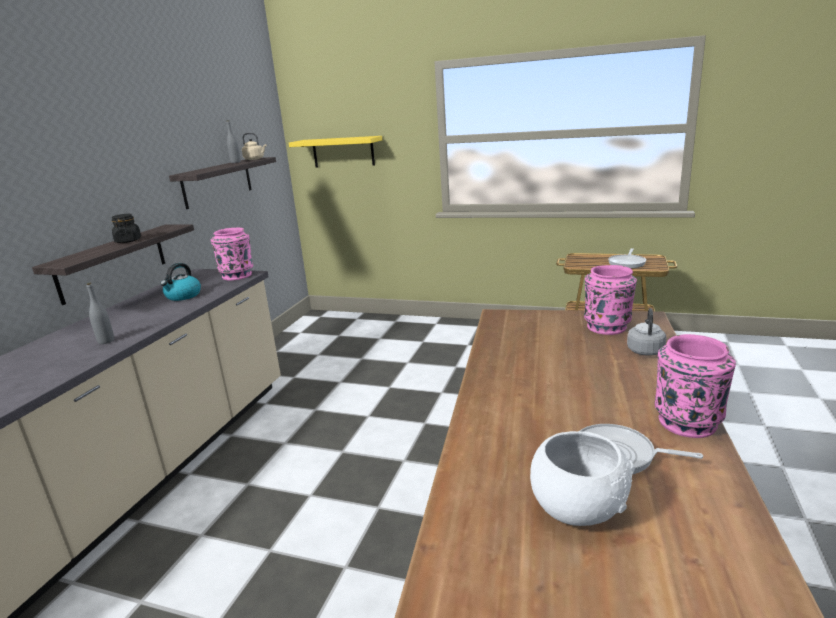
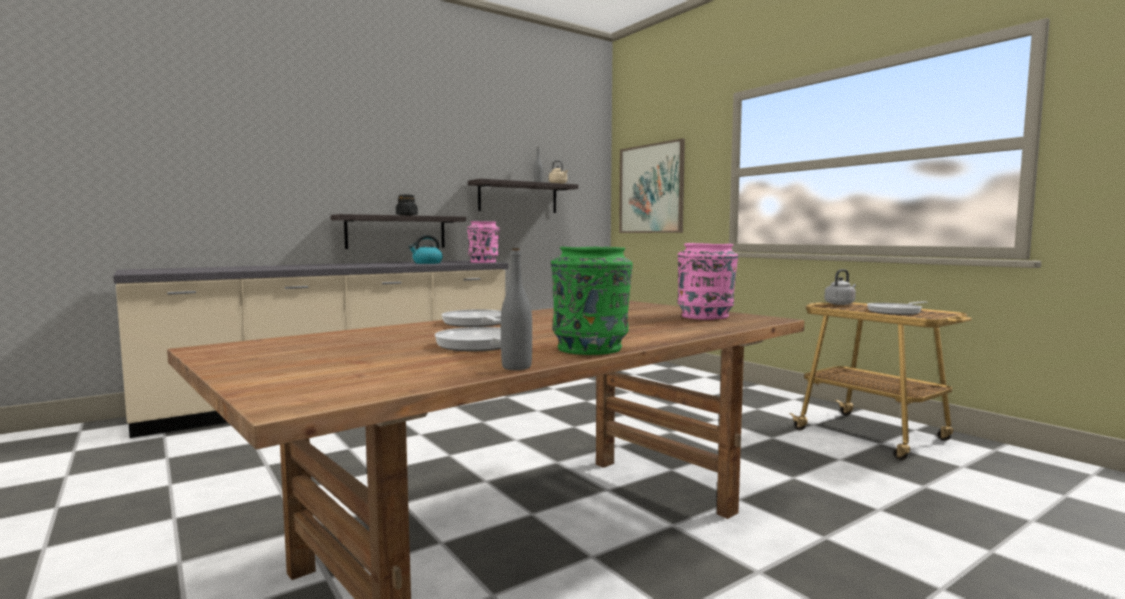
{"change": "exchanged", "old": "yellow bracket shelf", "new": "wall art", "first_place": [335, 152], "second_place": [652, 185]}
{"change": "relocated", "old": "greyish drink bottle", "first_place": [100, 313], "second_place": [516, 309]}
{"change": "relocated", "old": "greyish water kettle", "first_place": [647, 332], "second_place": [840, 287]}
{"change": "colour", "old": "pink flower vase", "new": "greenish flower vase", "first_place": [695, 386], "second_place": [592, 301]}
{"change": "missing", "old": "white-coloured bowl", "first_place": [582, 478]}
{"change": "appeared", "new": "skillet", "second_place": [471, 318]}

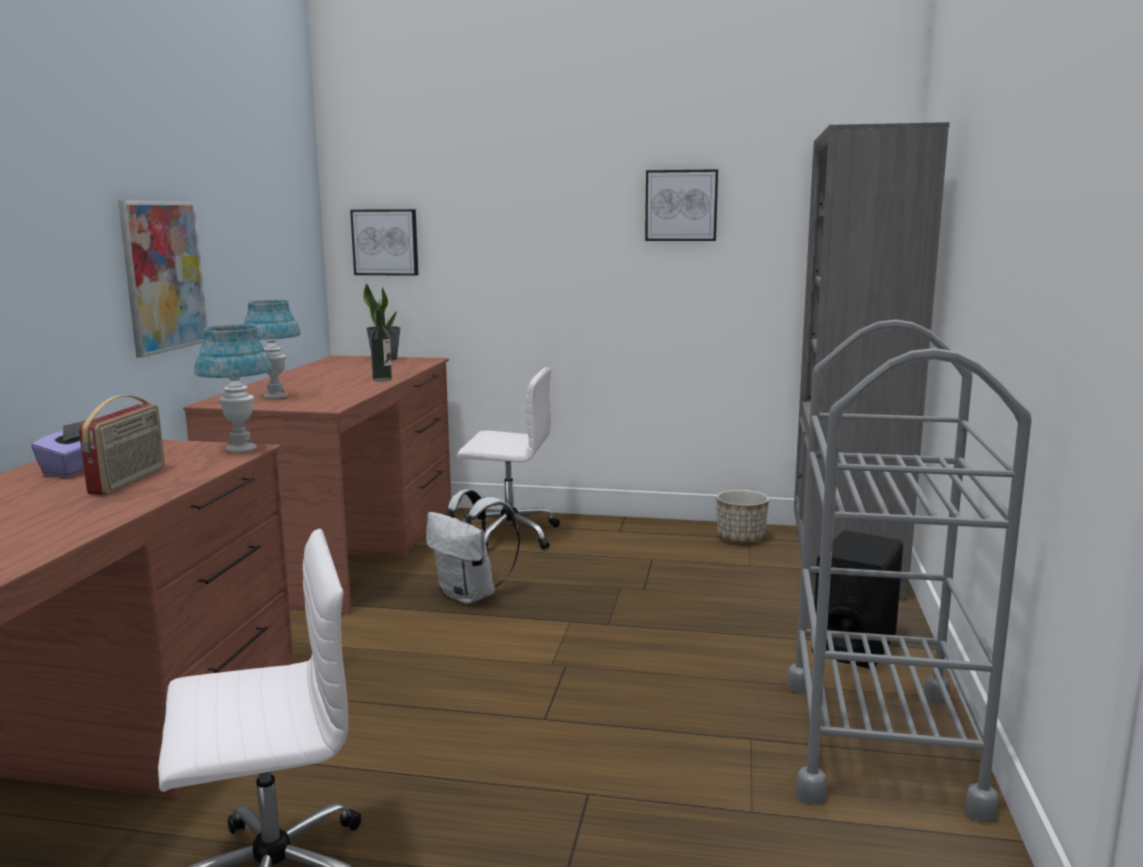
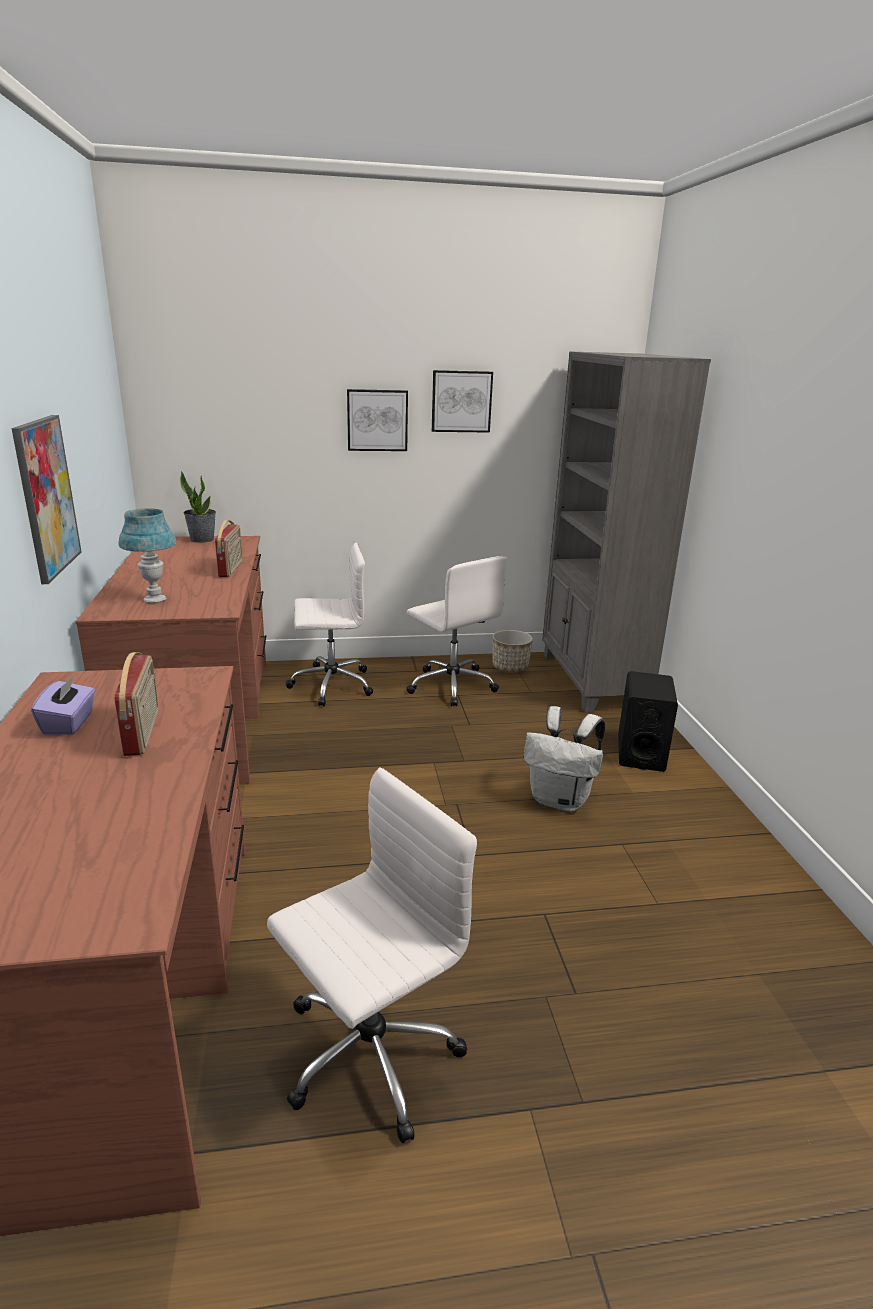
{"change": "relocated", "old": "wall art", "first_place": [384, 242], "second_place": [377, 420]}
{"change": "exchanged", "old": "drink bottle", "new": "radio set", "first_place": [381, 345], "second_place": [228, 548]}
{"change": "missing", "old": "greyish cart", "first_place": [909, 571]}
{"change": "missing", "old": "blue-coloured table lamp", "first_place": [233, 388]}
{"change": "relocated", "old": "white-coloured backpack", "first_place": [473, 546], "second_place": [564, 759]}
{"change": "appeared", "new": "white-coloured desk chair", "second_place": [456, 631]}

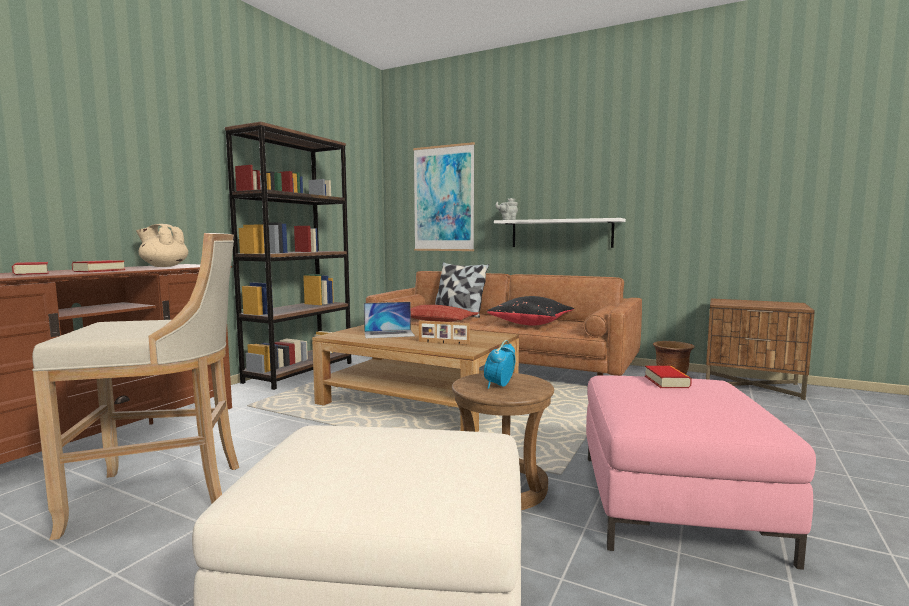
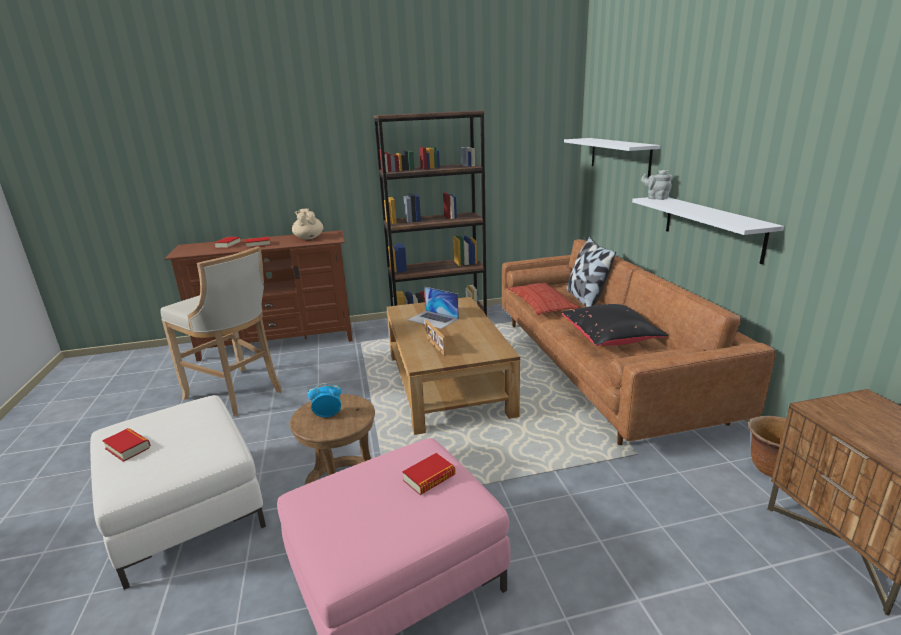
{"change": "exchanged", "old": "wall art", "new": "white-coloured bracket shelf", "first_place": [444, 196], "second_place": [612, 157]}
{"change": "appeared", "new": "bound book", "second_place": [126, 445]}

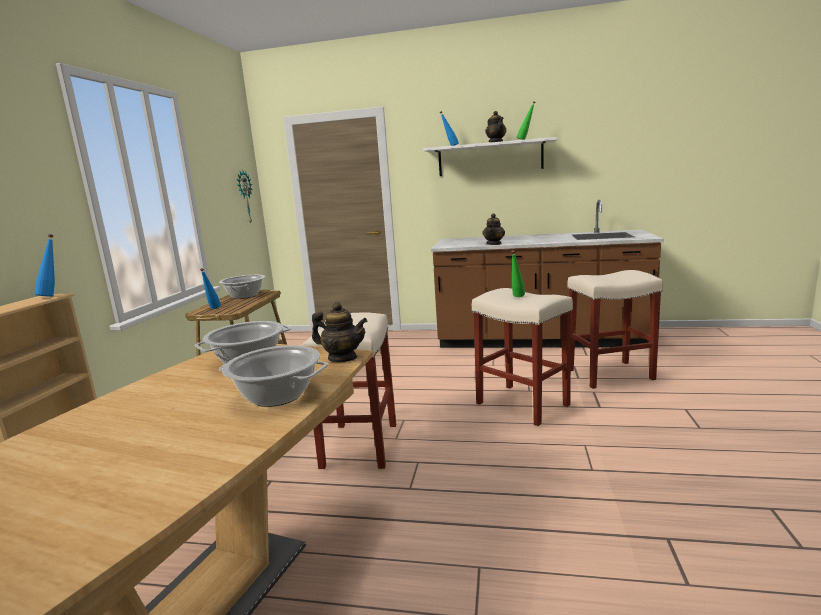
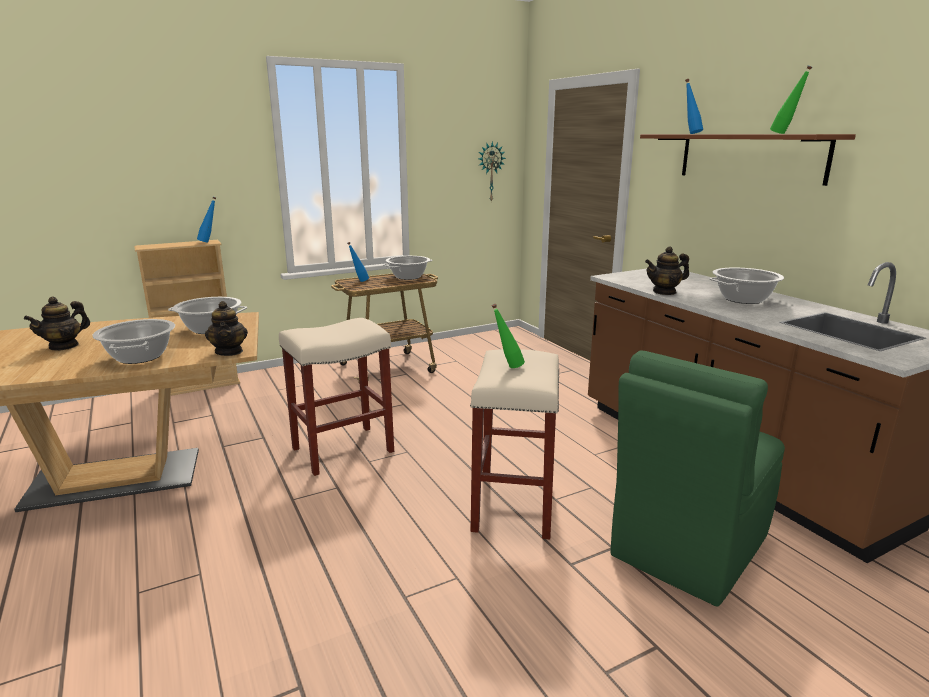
{"change": "relocated", "old": "teapot", "first_place": [495, 126], "second_place": [57, 324]}
{"change": "colour", "old": "white-coloured bracket shelf", "new": "brownish bracket shelf", "first_place": [490, 156], "second_place": [748, 160]}
{"change": "exchanged", "old": "sand-coloured stool", "new": "greenish chair", "first_place": [615, 329], "second_place": [697, 478]}
{"change": "appeared", "new": "cooking pot", "second_place": [746, 286]}

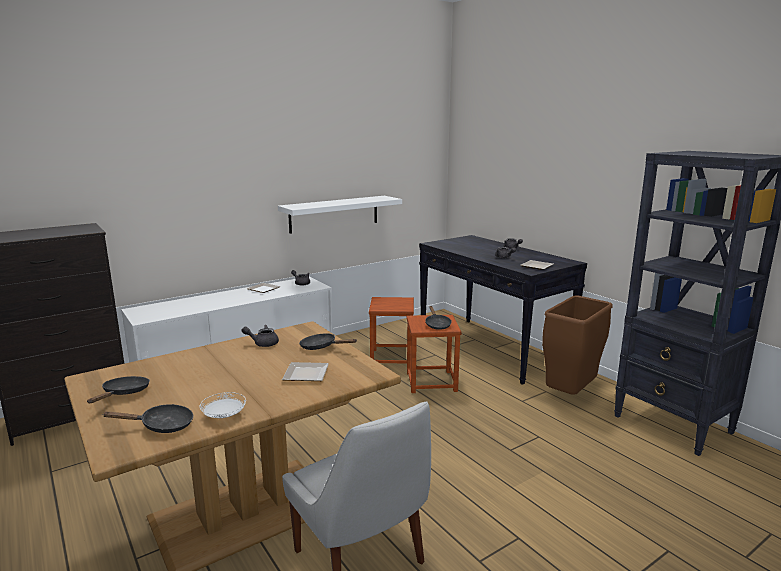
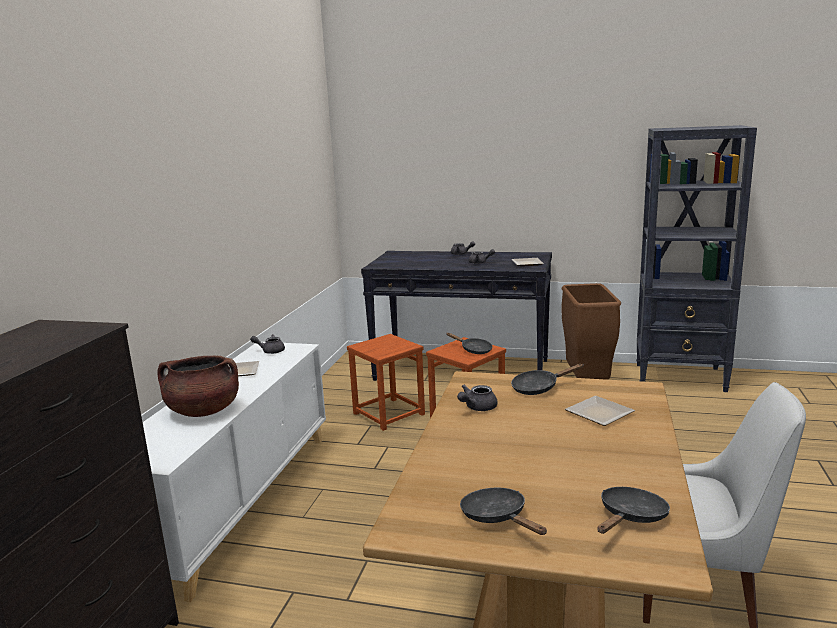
{"change": "missing", "old": "white-coloured bracket shelf", "first_place": [340, 215]}
{"change": "missing", "old": "white-coloured dinner plate", "first_place": [222, 405]}
{"change": "appeared", "new": "brownish cooking pot", "second_place": [198, 386]}

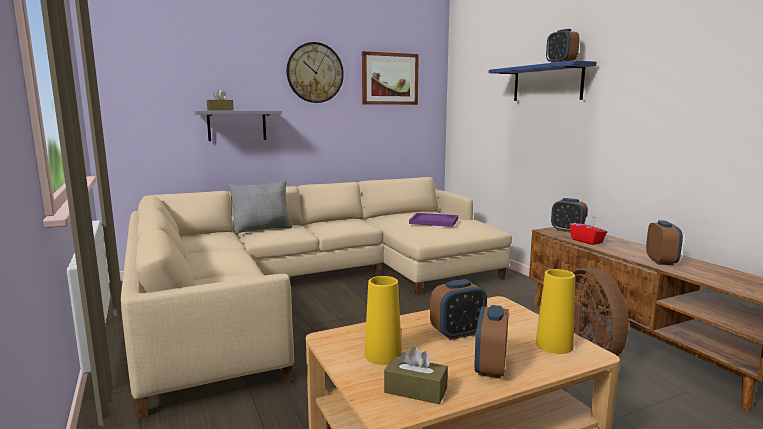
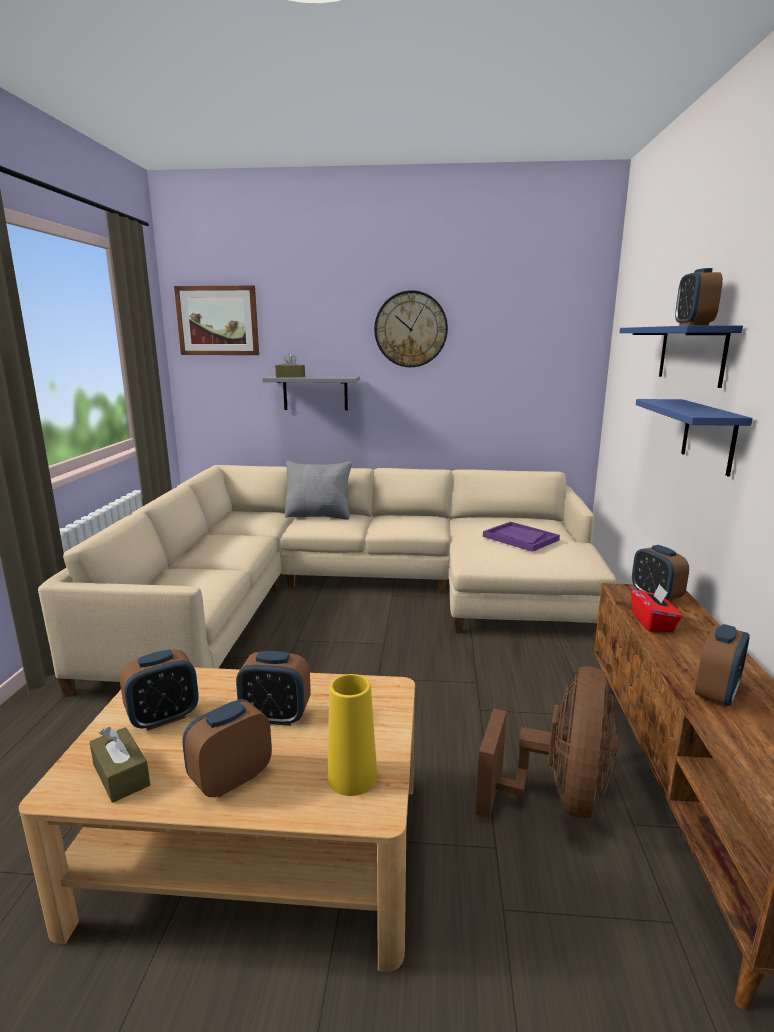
{"change": "relocated", "old": "wall art", "first_place": [390, 78], "second_place": [216, 320]}
{"change": "exchanged", "old": "yellow flower vase", "new": "table clock", "first_place": [383, 320], "second_place": [159, 690]}
{"change": "appeared", "new": "blue-coloured bracket shelf", "second_place": [694, 437]}

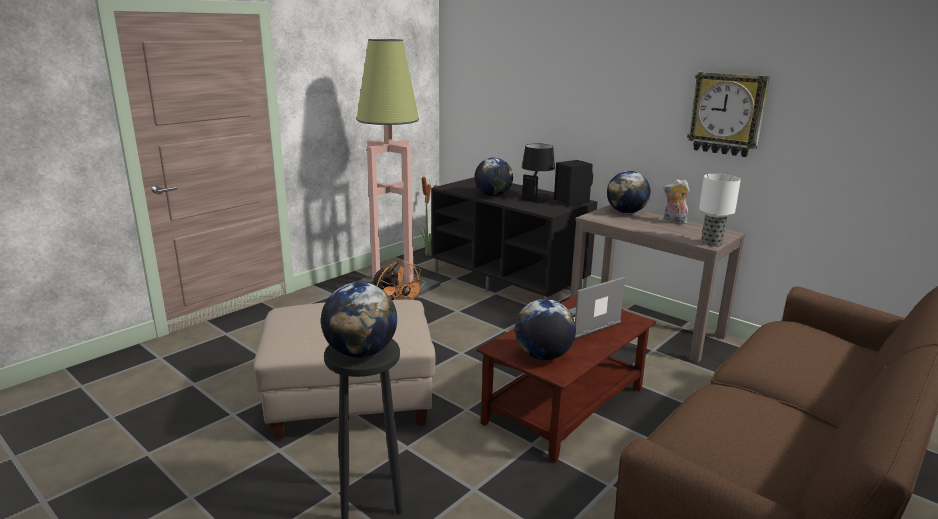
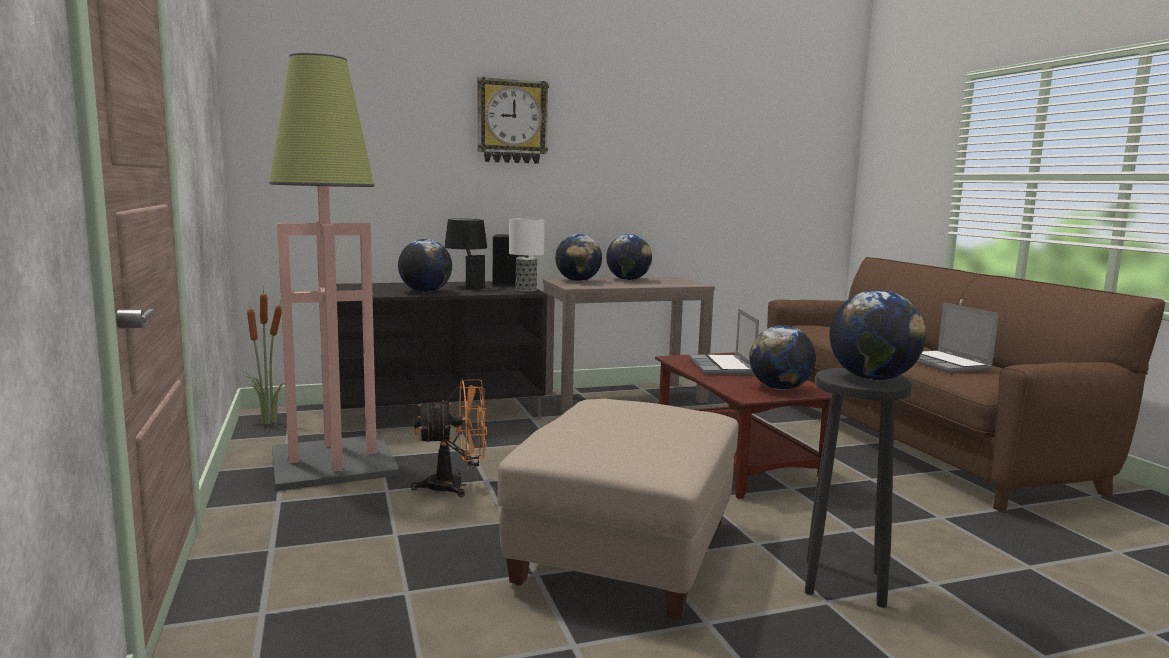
{"change": "relocated", "old": "hanging clock", "first_place": [728, 114], "second_place": [513, 120]}
{"change": "relocated", "old": "table lamp", "first_place": [720, 210], "second_place": [527, 255]}
{"change": "exchanged", "old": "plush toy", "new": "globe", "first_place": [676, 201], "second_place": [629, 257]}
{"change": "appeared", "new": "laptop", "second_place": [957, 337]}

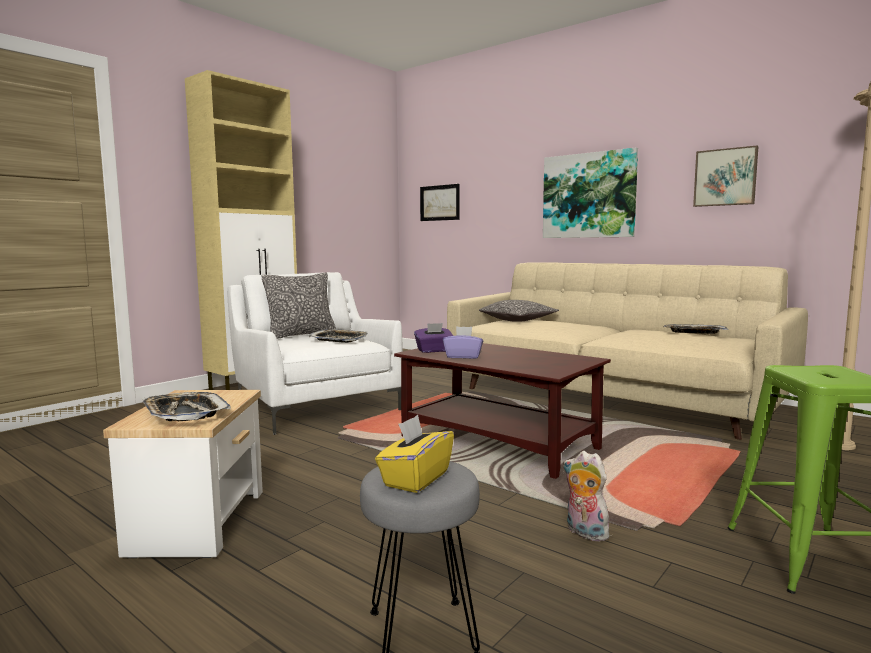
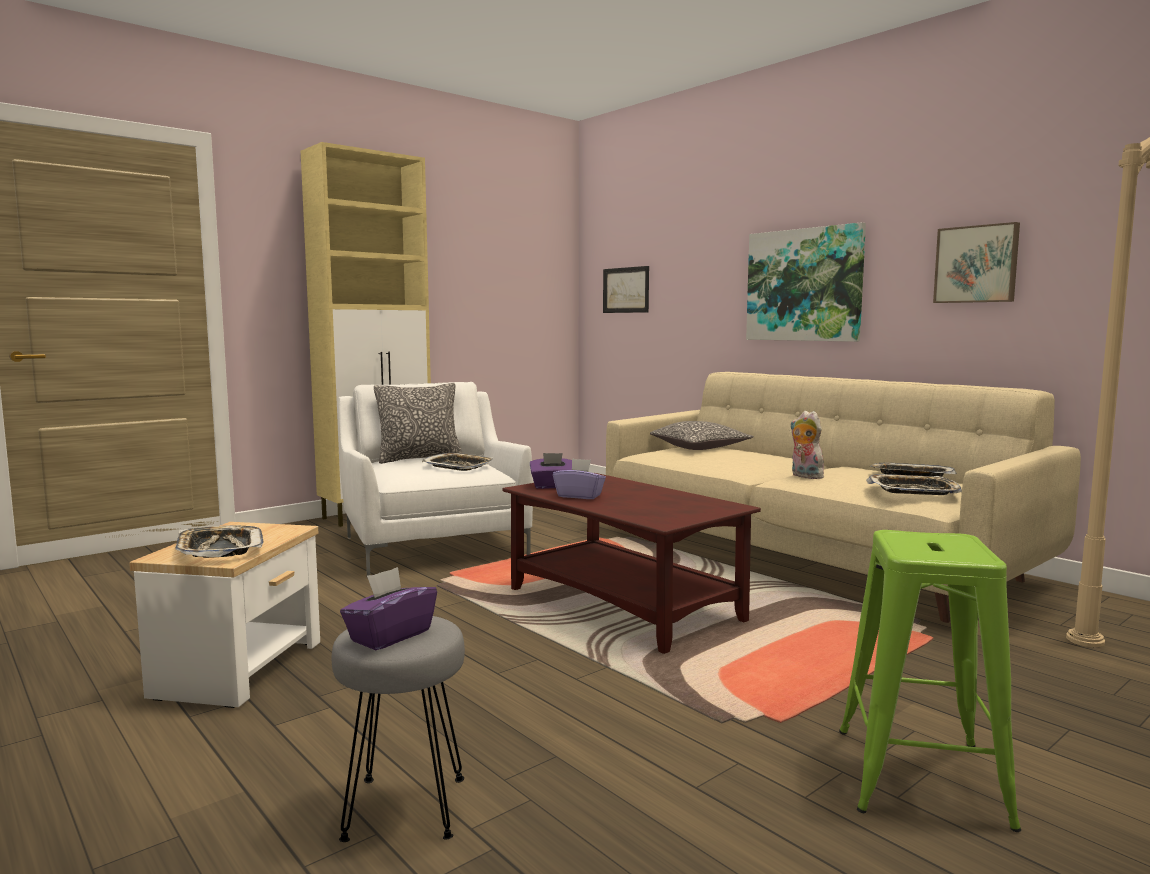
{"change": "colour", "old": "yellow tissue box", "new": "purple-coloured tissue box", "first_place": [414, 454], "second_place": [388, 608]}
{"change": "relocated", "old": "plush toy", "first_place": [589, 496], "second_place": [807, 445]}
{"change": "appeared", "new": "tray", "second_place": [914, 484]}

